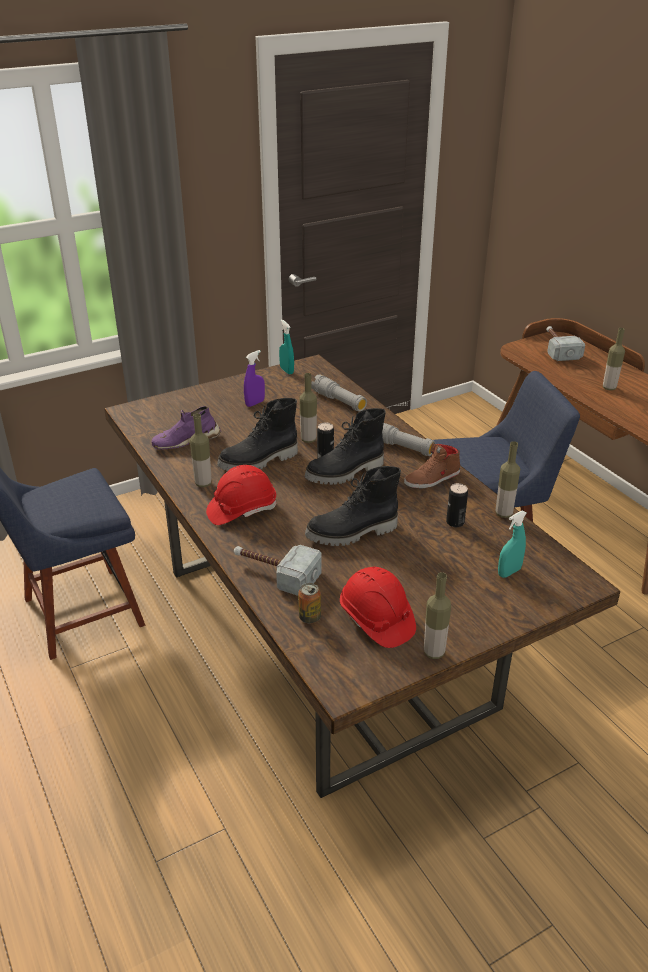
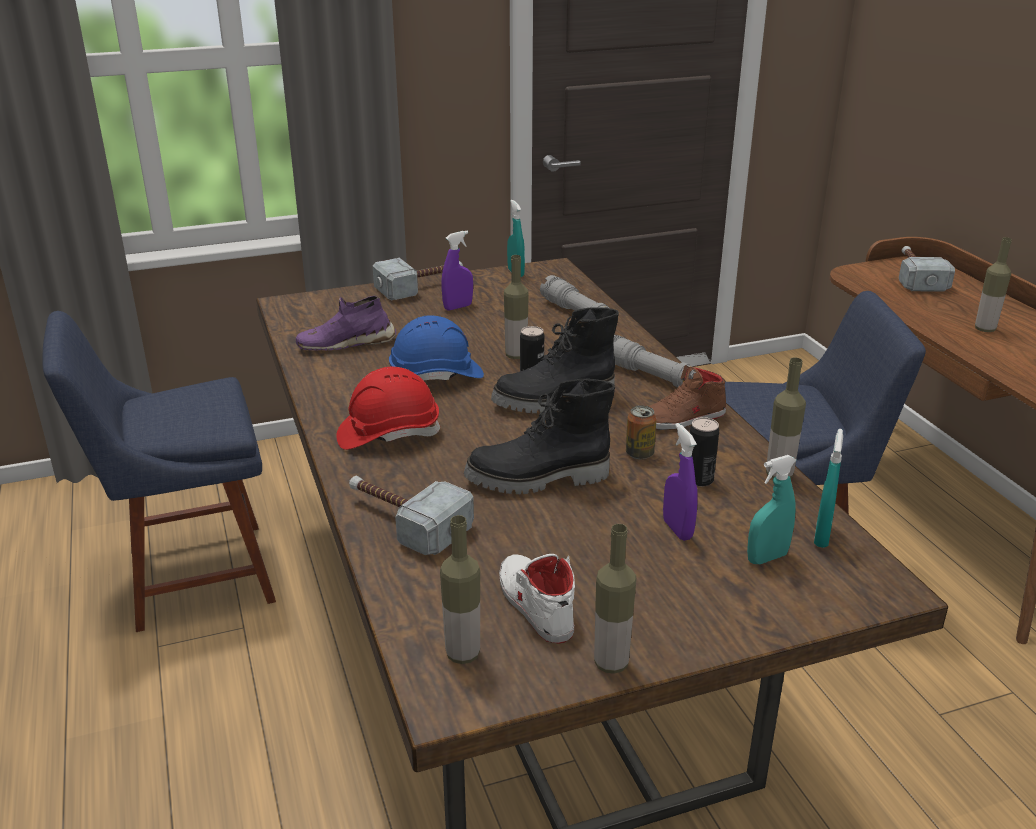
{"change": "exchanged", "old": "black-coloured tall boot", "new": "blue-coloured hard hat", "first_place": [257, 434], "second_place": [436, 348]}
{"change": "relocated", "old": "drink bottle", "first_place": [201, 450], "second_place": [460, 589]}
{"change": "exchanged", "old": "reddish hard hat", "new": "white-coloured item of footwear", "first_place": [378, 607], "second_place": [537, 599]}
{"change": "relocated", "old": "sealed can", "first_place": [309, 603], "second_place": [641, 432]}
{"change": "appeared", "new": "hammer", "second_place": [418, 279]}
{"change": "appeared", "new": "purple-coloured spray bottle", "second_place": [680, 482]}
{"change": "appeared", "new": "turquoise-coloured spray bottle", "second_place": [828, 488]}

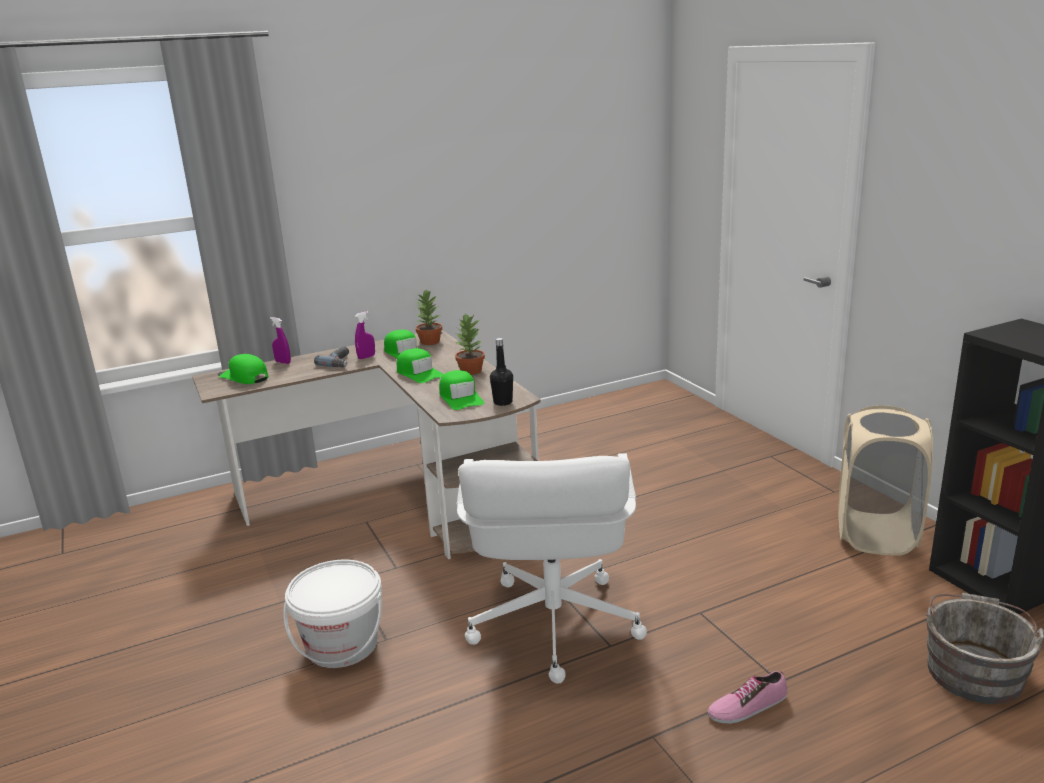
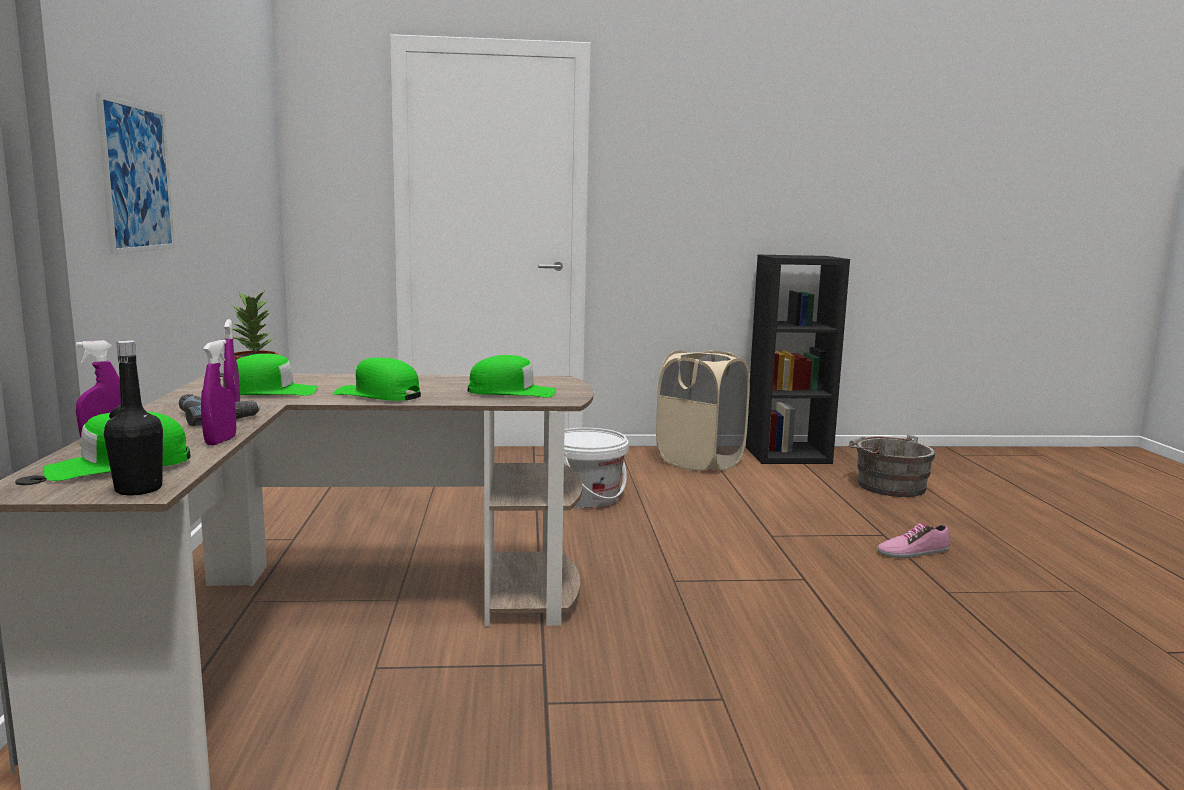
{"change": "missing", "old": "potted plant", "first_place": [469, 344]}
{"change": "relocated", "old": "black-coloured drink bottle", "first_place": [501, 372], "second_place": [133, 417]}
{"change": "spun", "old": "greenish cap", "first_place": [420, 365], "second_place": [377, 379], "degrees": -135}
{"change": "missing", "old": "white-coloured desk chair", "first_place": [552, 568]}
{"change": "relocated", "old": "white-coloured bucket", "first_place": [332, 613], "second_place": [596, 468]}
{"change": "spun", "old": "item of footwear", "first_place": [747, 697], "second_place": [913, 540], "degrees": 75}
{"change": "appeared", "new": "wall art", "second_place": [135, 173]}
{"change": "appeared", "new": "purple-coloured spray bottle", "second_place": [218, 392]}

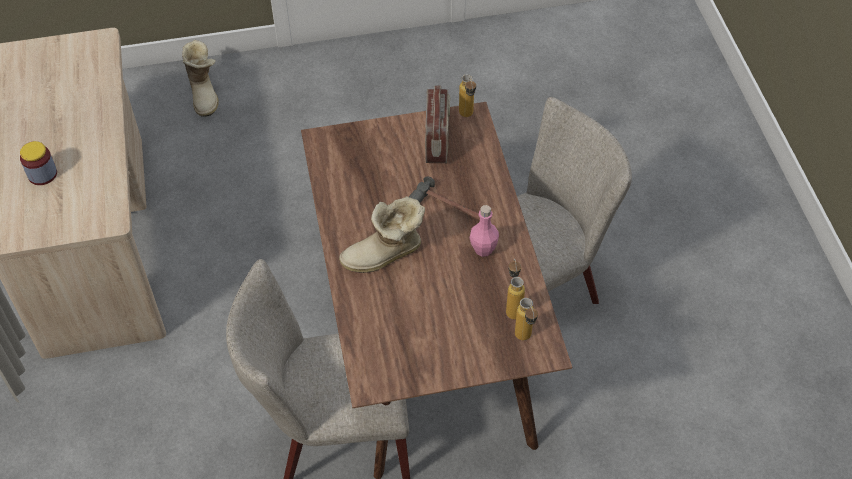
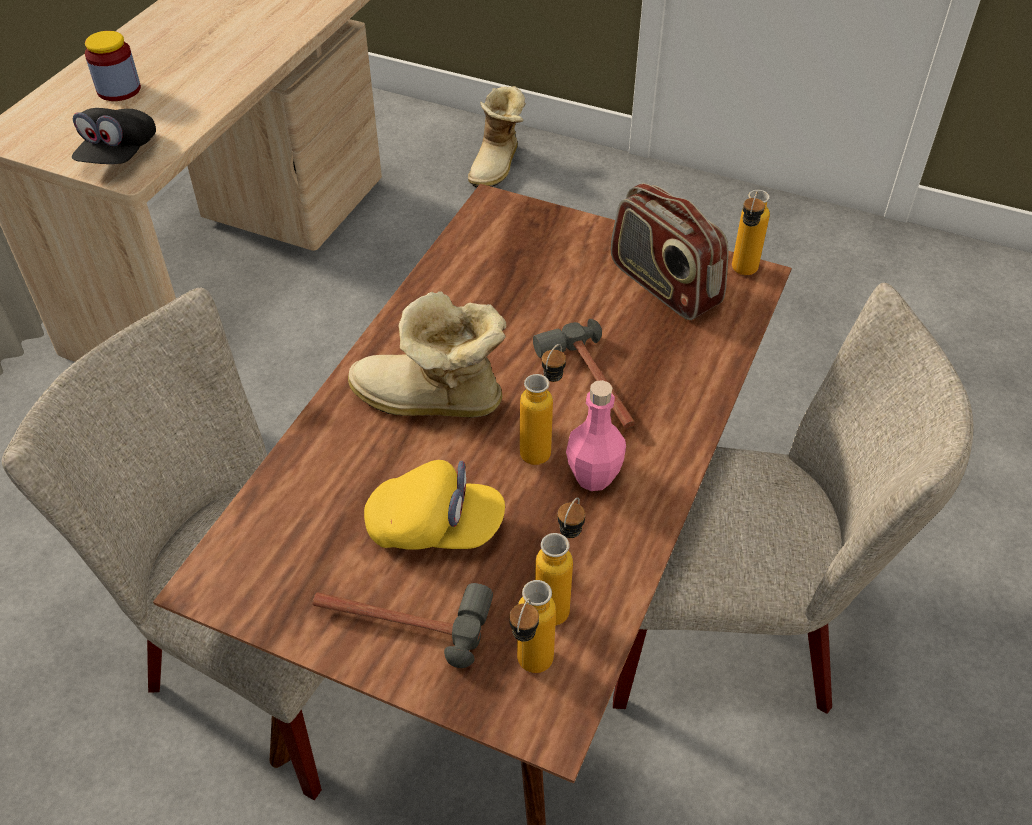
{"change": "spun", "old": "radio set", "first_place": [437, 124], "second_place": [670, 251], "degrees": 105}
{"change": "appeared", "new": "black-coloured cap", "second_place": [114, 136]}
{"change": "appeared", "new": "drink bottle", "second_place": [543, 404]}
{"change": "appeared", "new": "yellow cap", "second_place": [434, 505]}
{"change": "appeared", "new": "hammer", "second_place": [402, 625]}

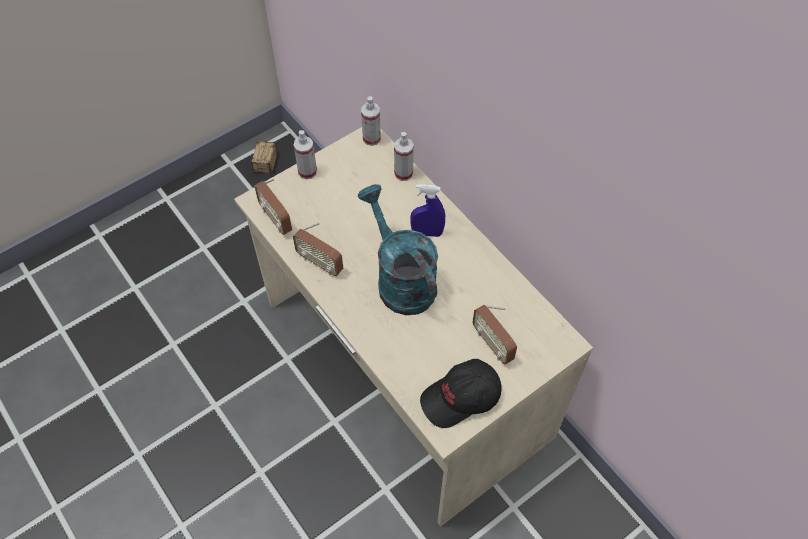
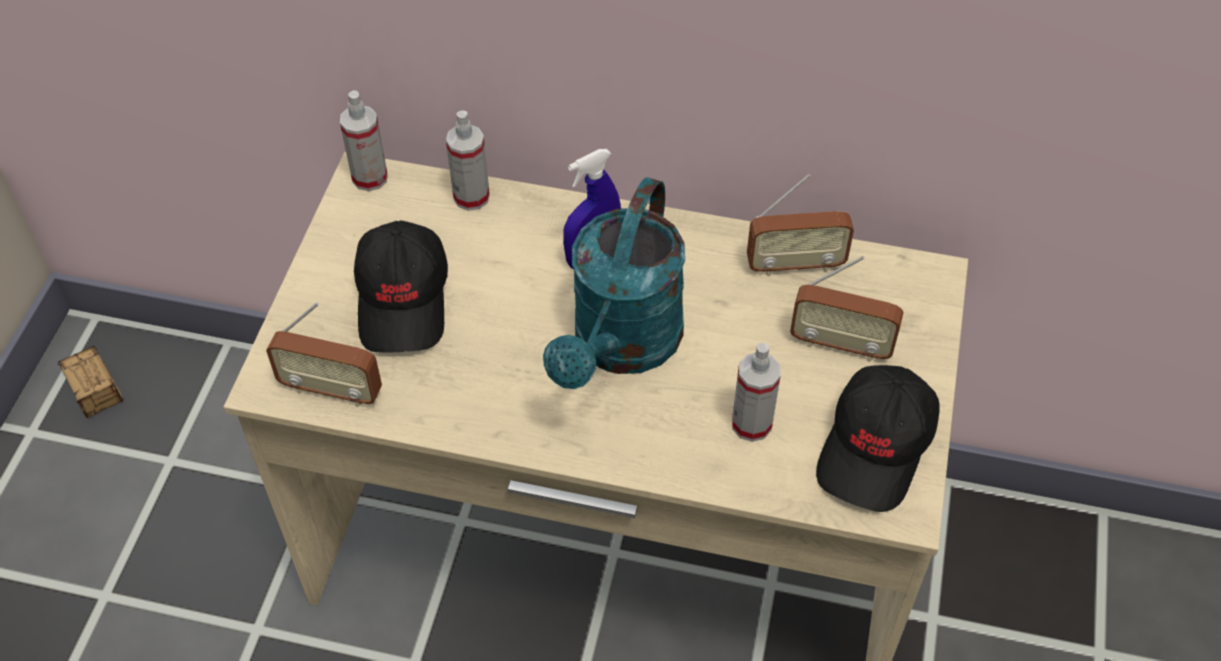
{"change": "relocated", "old": "spray bottle", "first_place": [305, 154], "second_place": [756, 392]}
{"change": "spun", "old": "turquoise-coloured sprinkling can", "first_place": [398, 249], "second_place": [614, 283], "degrees": -90}
{"change": "relocated", "old": "radio set", "first_place": [318, 249], "second_place": [800, 225]}
{"change": "appeared", "new": "black-coloured cap", "second_place": [401, 286]}

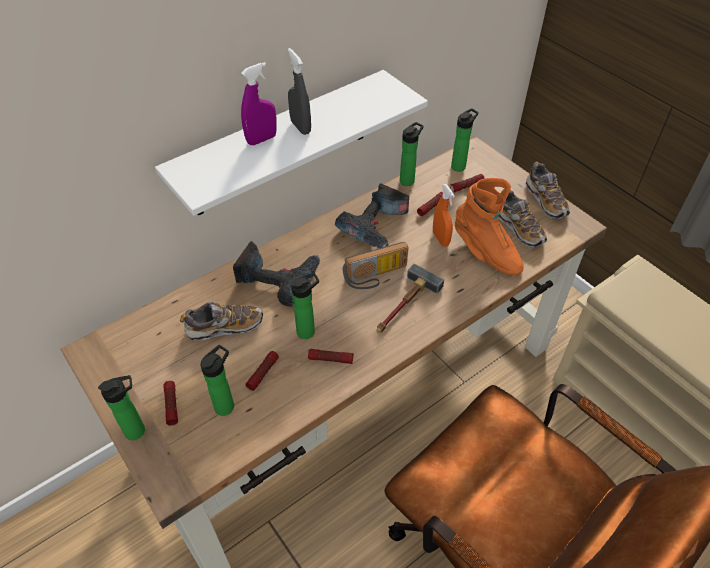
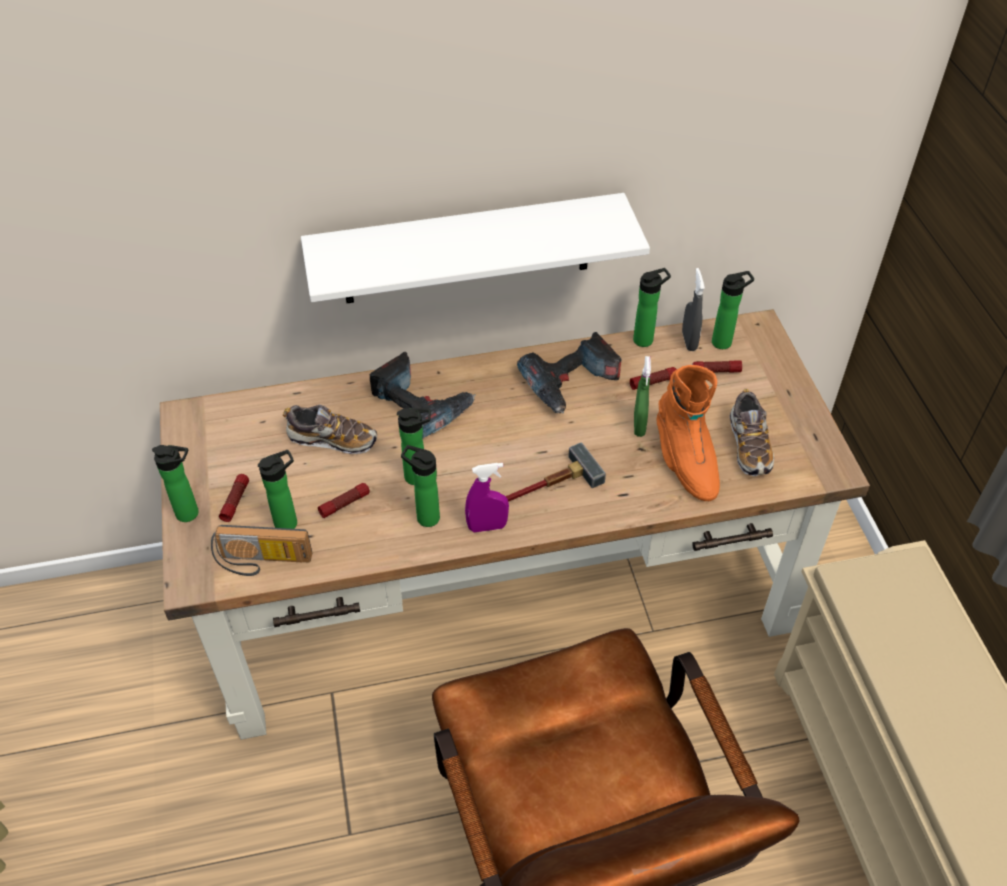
{"change": "relocated", "old": "greyish spray bottle", "first_place": [299, 91], "second_place": [693, 309]}
{"change": "relocated", "old": "purple-coloured spray bottle", "first_place": [259, 103], "second_place": [487, 497]}
{"change": "missing", "old": "item of footwear", "first_place": [548, 190]}
{"change": "colour", "old": "orange-coloured spray bottle", "new": "greenish spray bottle", "first_place": [444, 215], "second_place": [642, 396]}
{"change": "relocated", "old": "radio set", "first_place": [376, 265], "second_place": [261, 550]}
{"change": "exchanged", "old": "torch", "new": "drink bottle", "first_place": [330, 356], "second_place": [420, 486]}

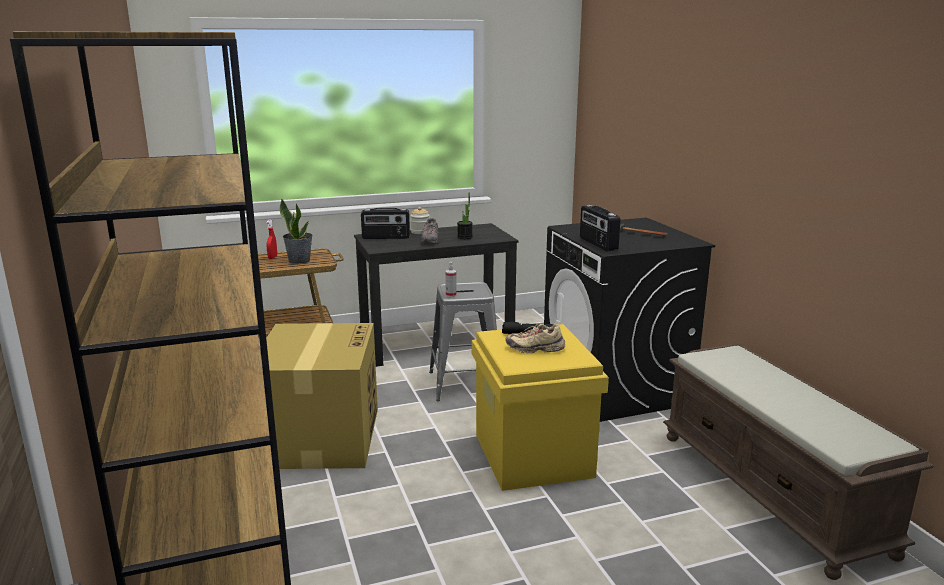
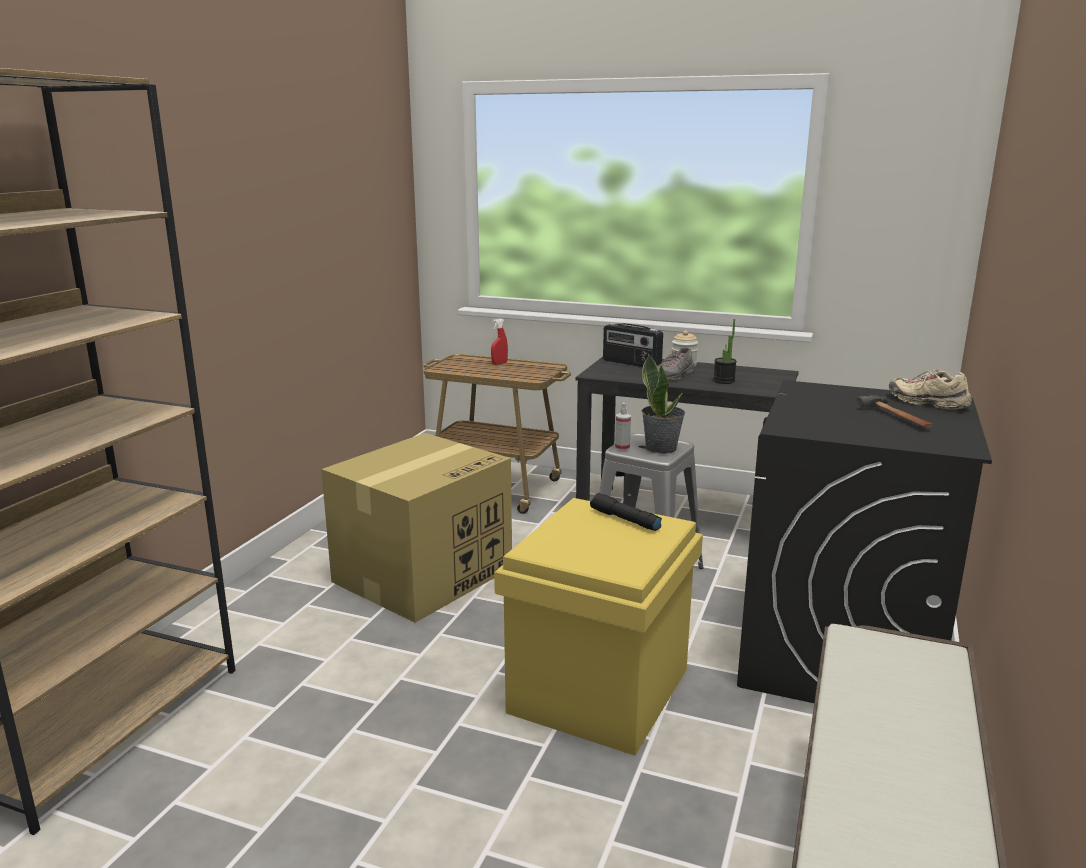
{"change": "relocated", "old": "potted plant", "first_place": [295, 231], "second_place": [663, 404]}
{"change": "missing", "old": "radio set", "first_place": [600, 228]}
{"change": "relocated", "old": "sand-coloured item of footwear", "first_place": [535, 338], "second_place": [930, 389]}

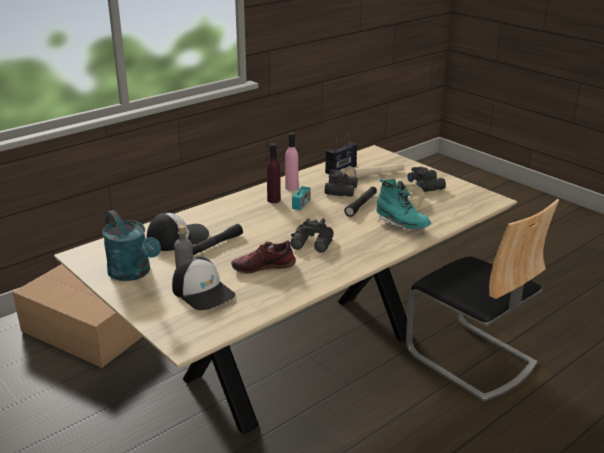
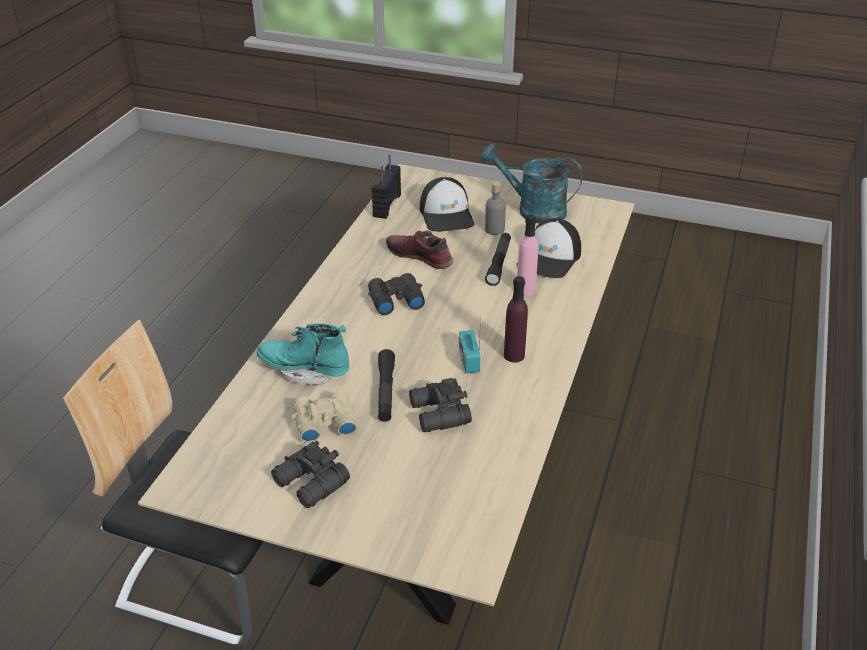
{"change": "relocated", "old": "pink drink bottle", "first_place": [291, 162], "second_place": [528, 256]}
{"change": "relocated", "old": "radio set", "first_place": [341, 153], "second_place": [386, 187]}
{"change": "missing", "old": "sand-coloured torch", "first_place": [378, 170]}
{"change": "spun", "old": "item of footwear", "first_place": [263, 257], "second_place": [419, 249], "degrees": -105}
{"change": "spun", "old": "cap", "first_place": [203, 283], "second_place": [447, 204], "degrees": -120}
{"change": "missing", "old": "cardboard box", "first_place": [78, 316]}

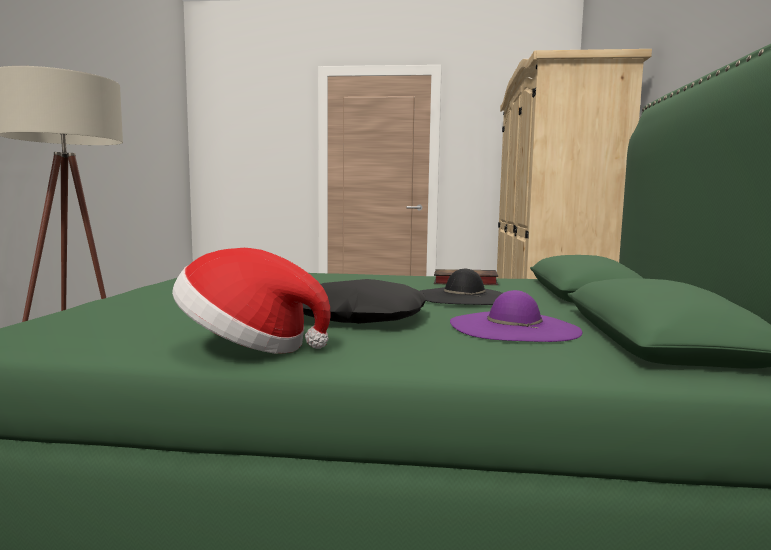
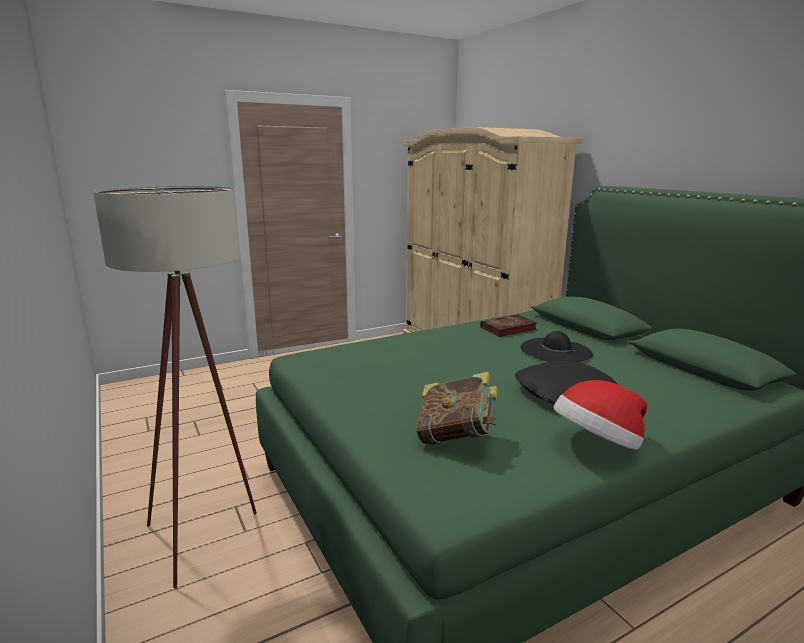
{"change": "missing", "old": "purple-coloured wearable hat", "first_place": [516, 316]}
{"change": "appeared", "new": "bound book", "second_place": [457, 408]}

